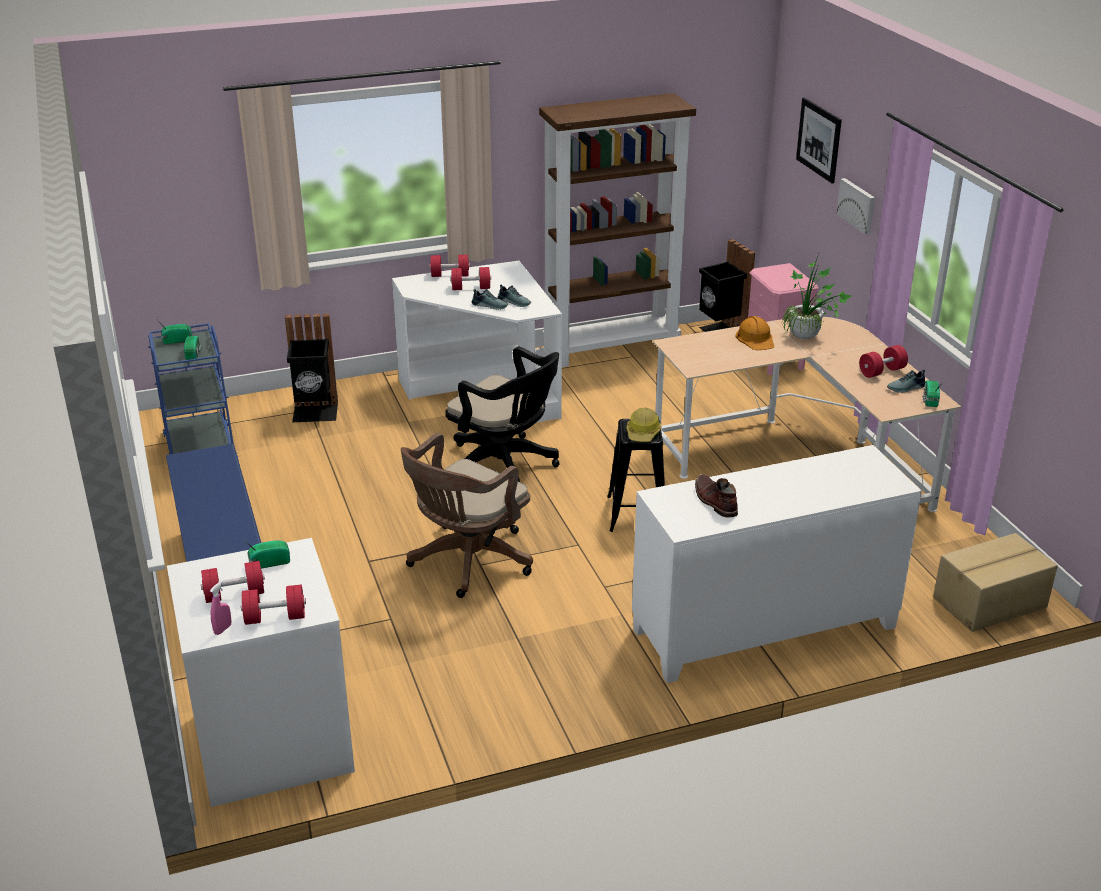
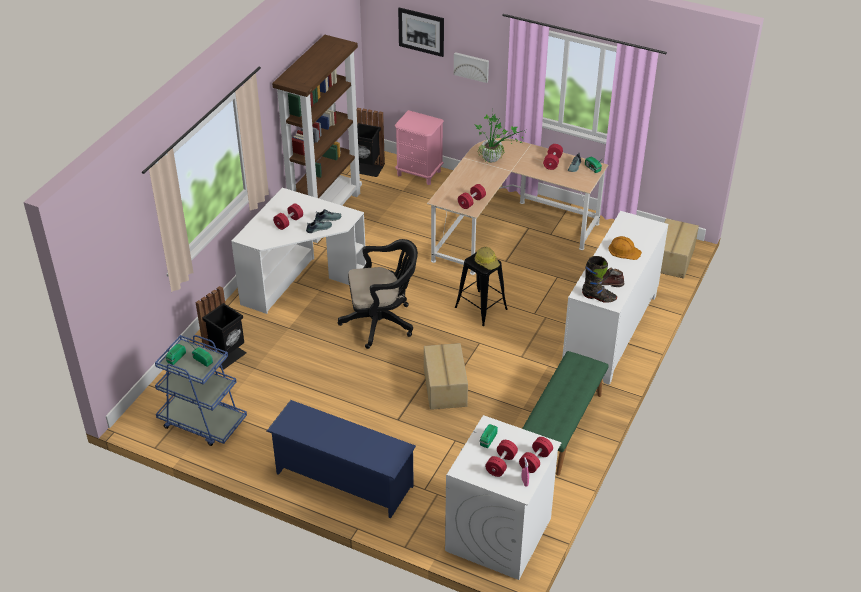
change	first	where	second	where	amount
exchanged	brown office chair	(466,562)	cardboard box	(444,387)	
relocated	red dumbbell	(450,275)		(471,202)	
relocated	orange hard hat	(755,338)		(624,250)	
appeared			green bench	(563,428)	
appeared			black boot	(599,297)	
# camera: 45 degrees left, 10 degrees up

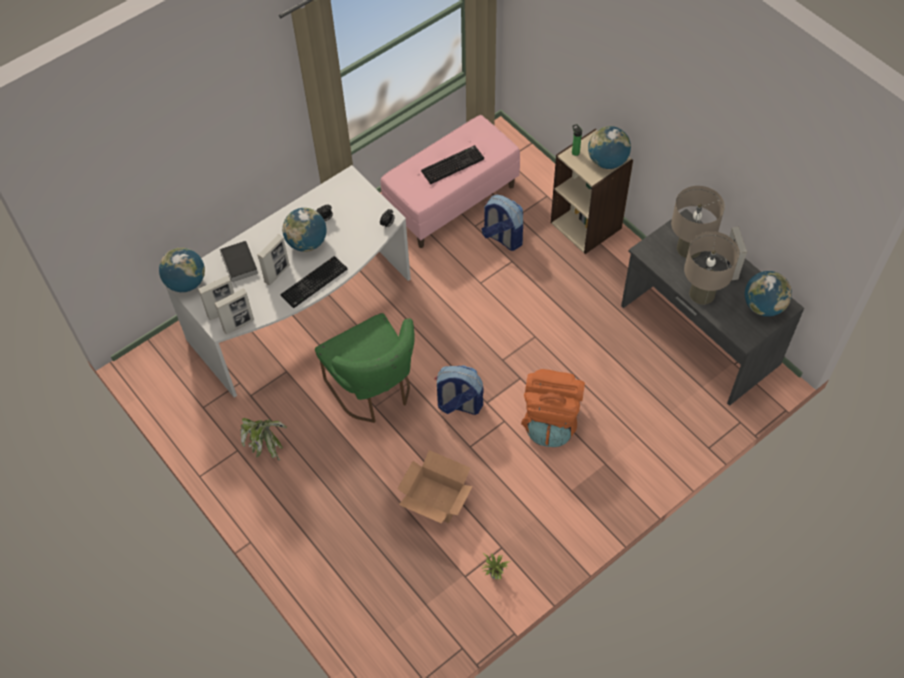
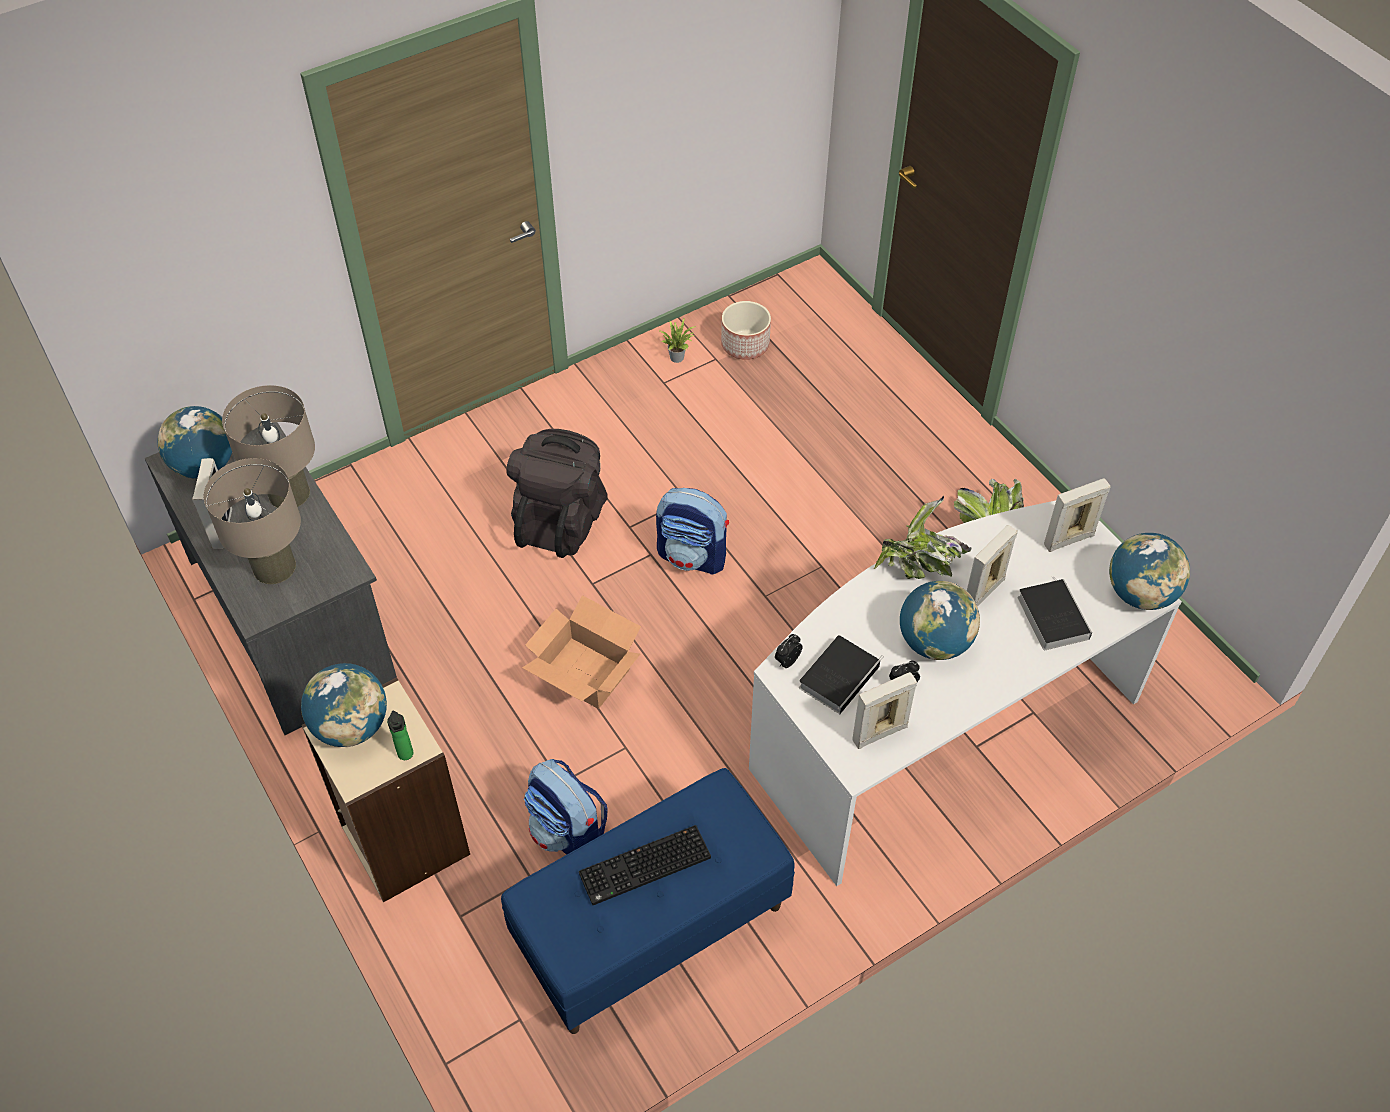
change	first	where	second	where	amount
relocated	picture frame	(238,324)		(879,733)	
exchanged	keyboard	(314,283)	potted plant	(918,569)	
missing	green chair	(374,391)			
colour	pink bench	(451,200)	blue bench	(651,929)	
relocated	cardboard box	(436,500)		(584,672)	
colour	orange backpack	(551,421)	black backpack	(561,520)	
appeared			planter	(745,344)	
appeared			book	(839,675)	
# camera: 175 degrees left, 5 degrees down

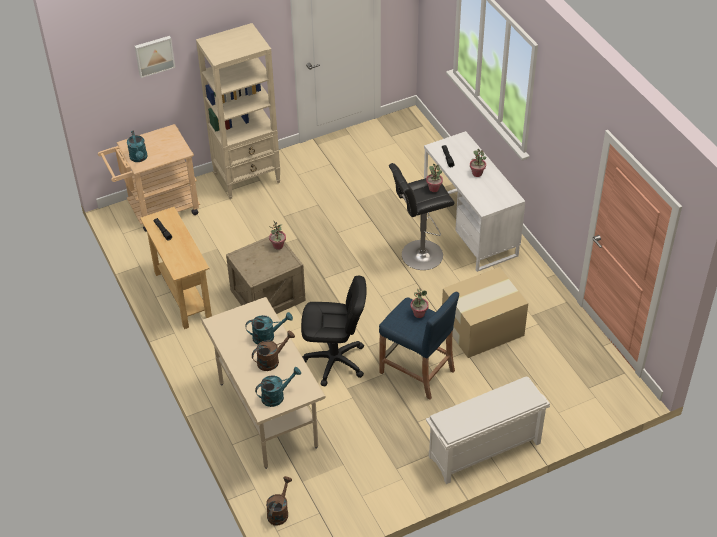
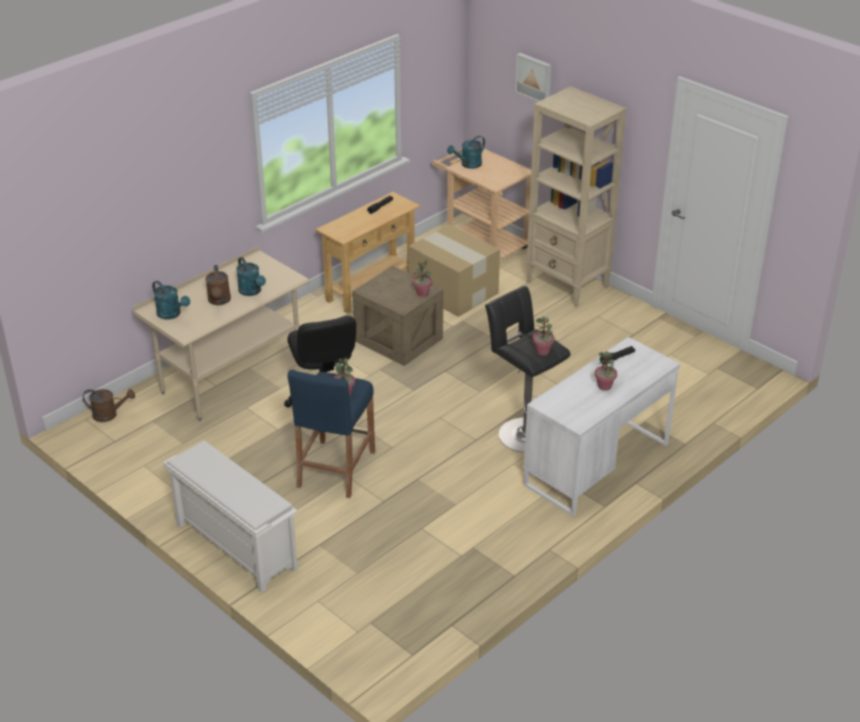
change	first	where	second	where	amount
spun	brown watering can	(272,360)		(219,301)	45 degrees clockwise
relocated	cardboard box	(483,328)		(454,292)	
# camera: 70 degrees right, 10 degrees down

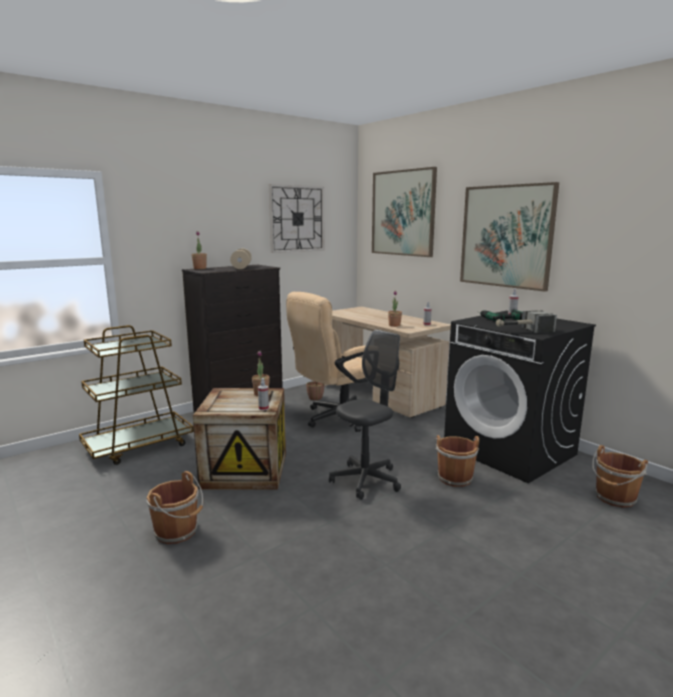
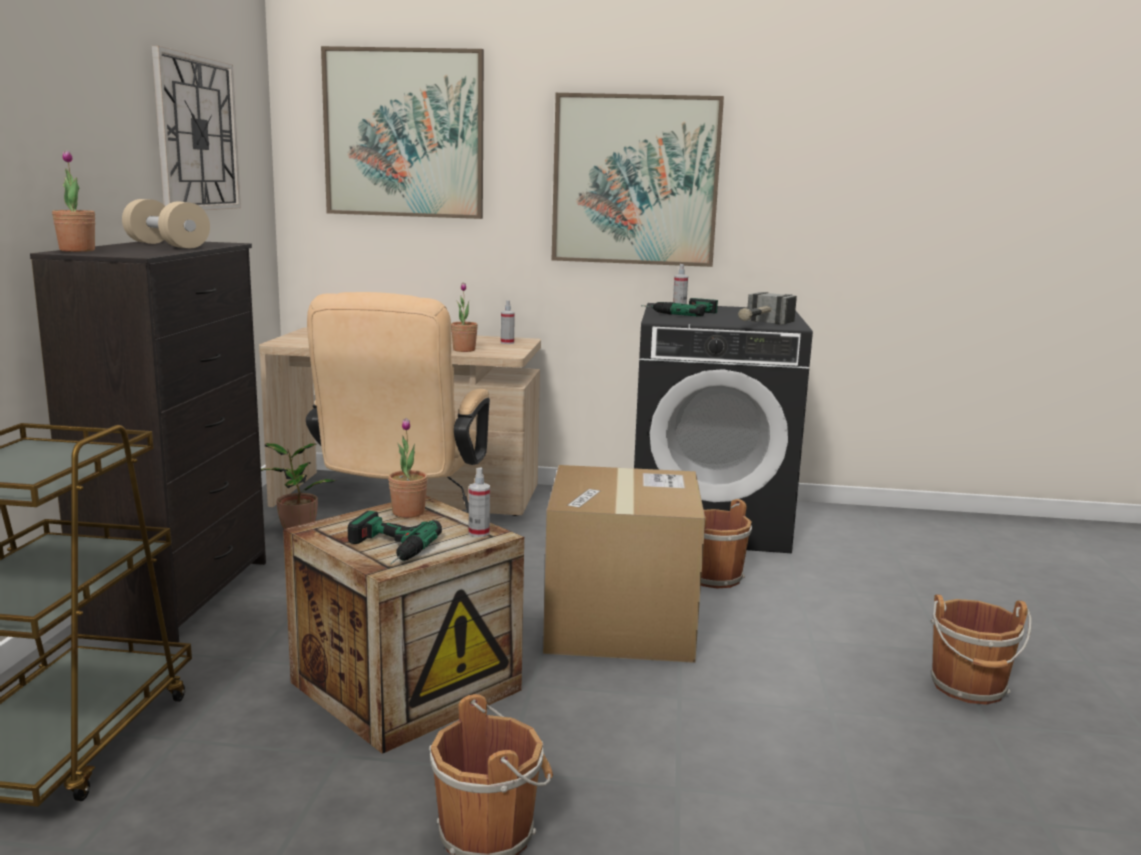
change	first	where	second	where	amount
exchanged	grey office chair	(365,480)	cardboard box	(620,623)	
relocated	brown bucket	(614,498)		(969,688)	
appeared			power drill	(384,550)	
# camera: 45 degrees left, 0 degrees up

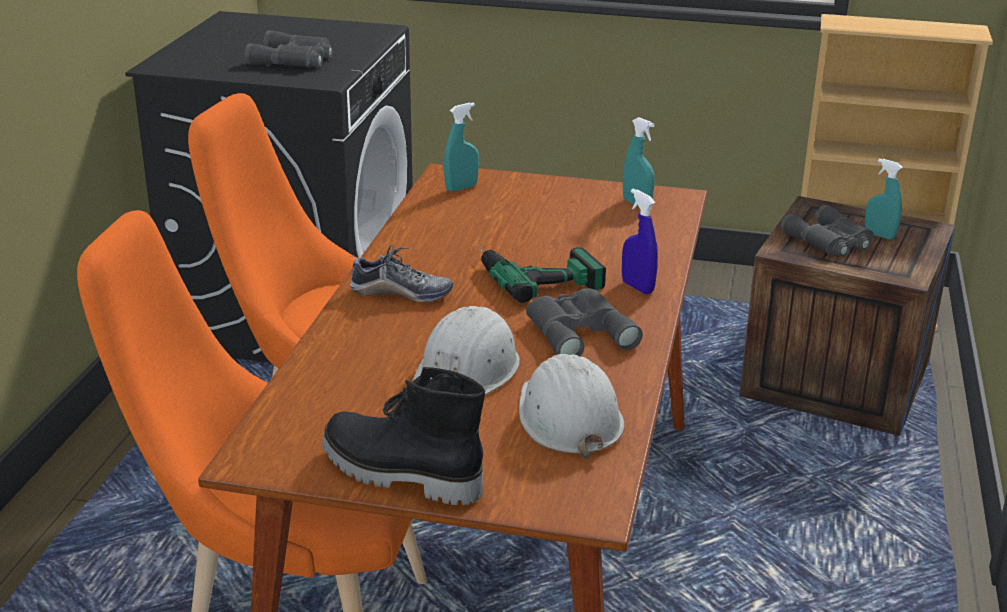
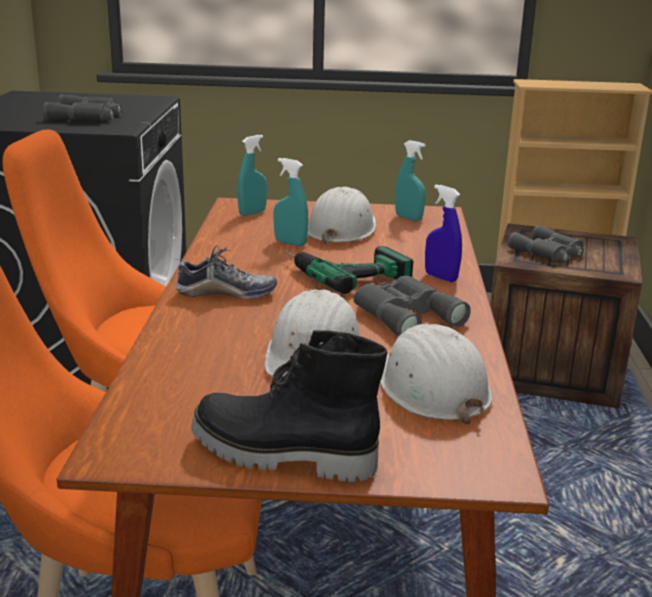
change	first	where	second	where	amount
relocated	turquoise spray bottle	(879,235)		(290,243)	
appeared			white hard hat	(341,229)	
# camera: 10 degrees left, 5 degrees down

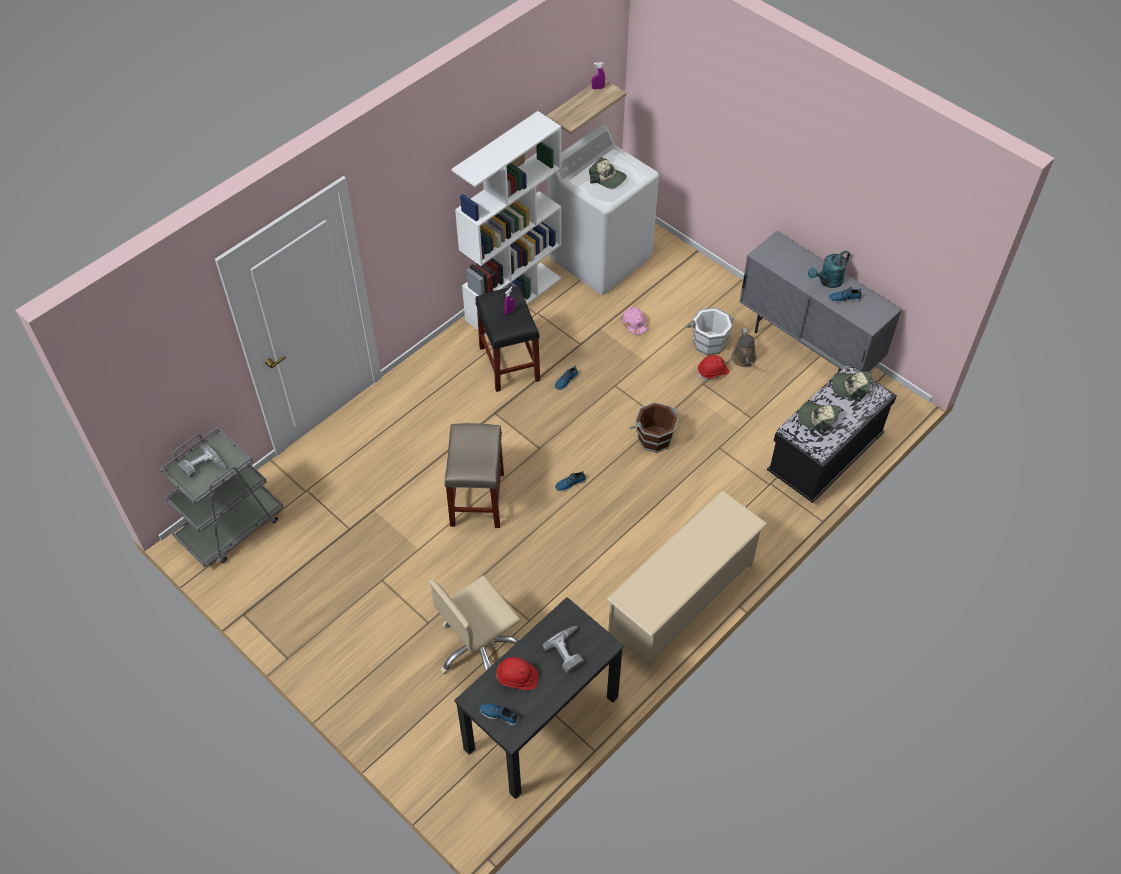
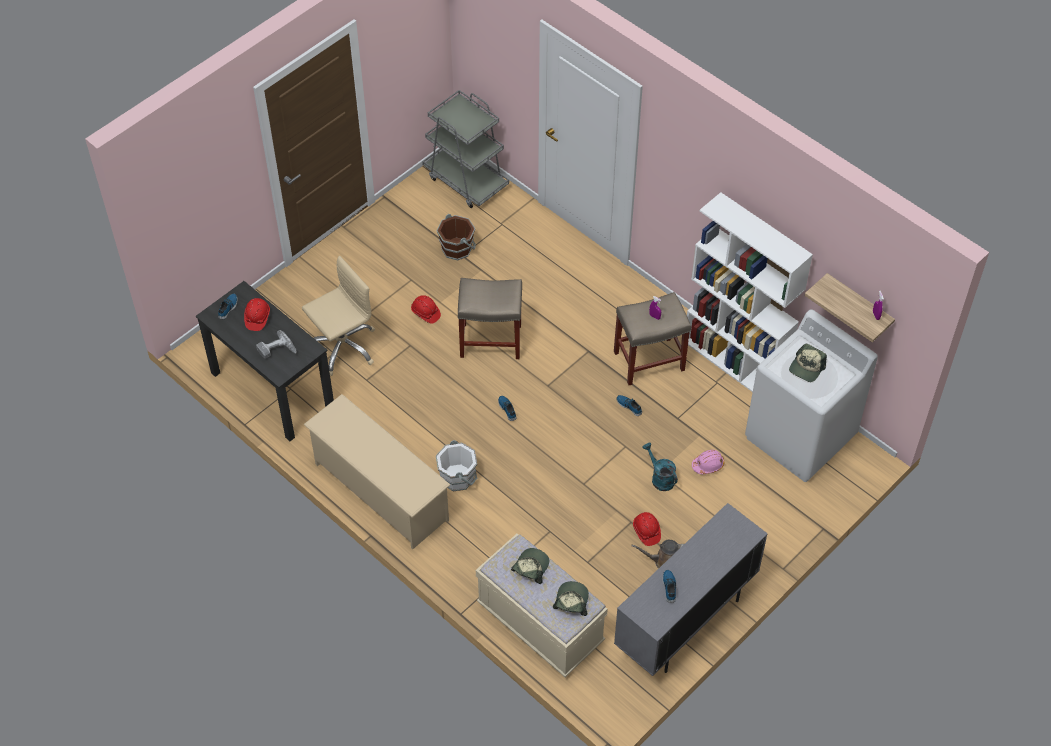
change	first	where	second	where	amount
missing	power drill	(204,467)			
spun	beige office chair	(479,648)		(342,346)	90 degrees clockwise
colour	black stool	(508,363)	beige stool	(650,360)	
relocated	brown bucket	(654,438)		(457,248)	
relocated	white bucket	(709,342)		(458,477)	
colour	black bench	(824,456)	beige bench	(540,624)	
relocated	turquoise watering can	(827,281)		(660,478)	
appeared			red hard hat	(425,313)	
# camera: 90 degrees right, 0 degrees up

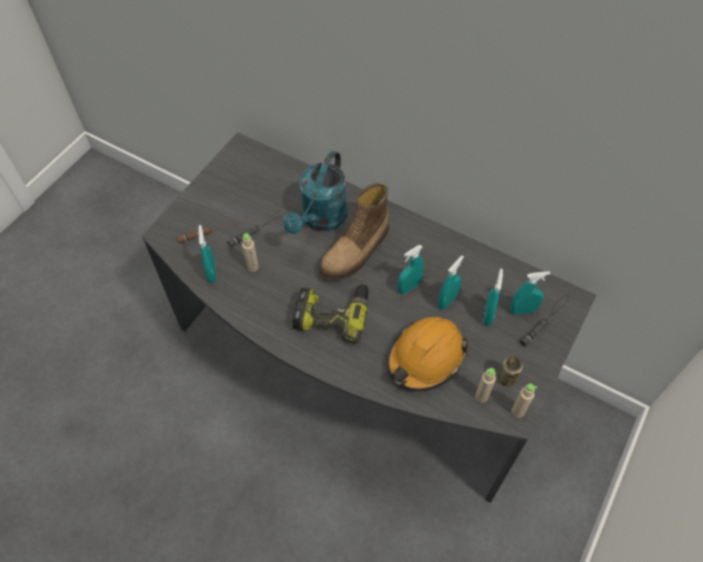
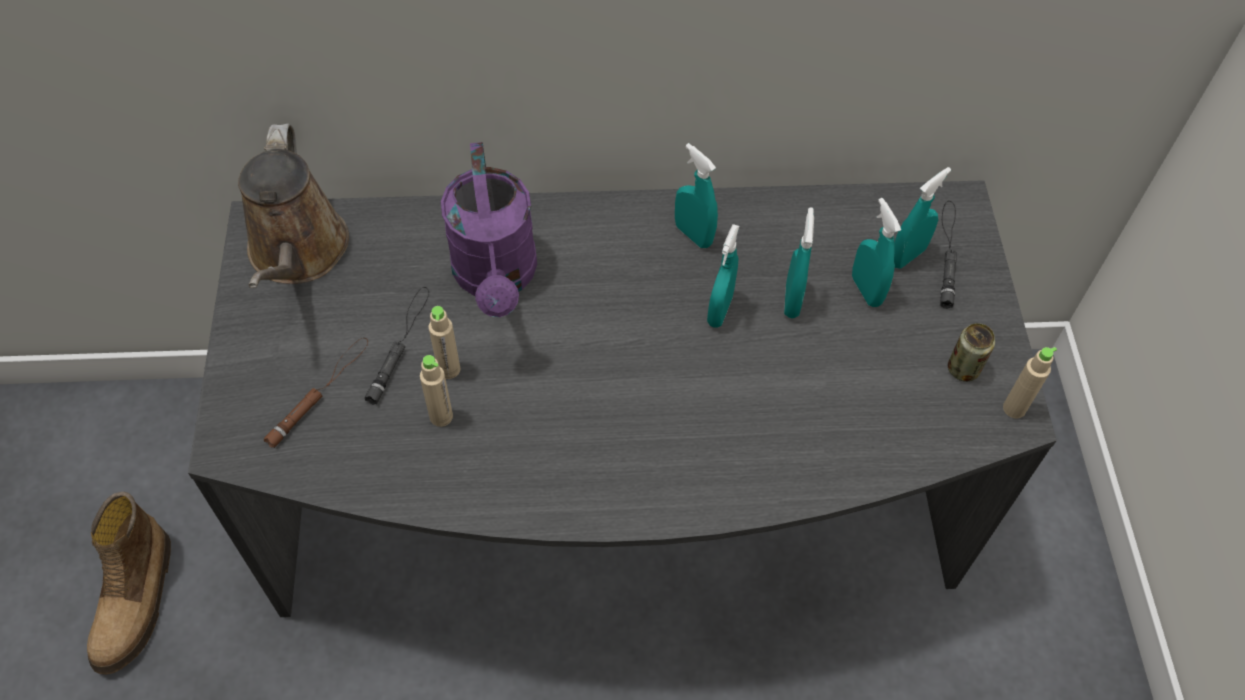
change	first	where	second	where	amount
relocated	turquoise spray bottle	(212,273)		(693,235)	
colour	turquoise watering can	(320,220)	purple watering can	(496,278)	
missing	power drill	(333,314)			
relocated	boot	(356,251)		(137,601)	
missing	orange hard hat	(425,358)			
relocated	beige bottle	(481,396)		(449,369)	
appeared			brown watering can	(297,253)	
# camera: 35 degrees left, 0 degrees up

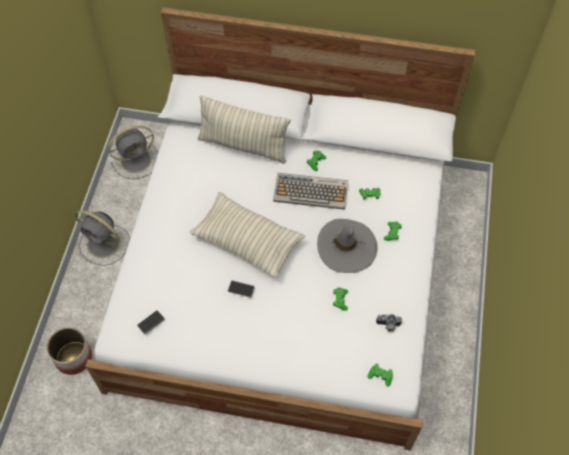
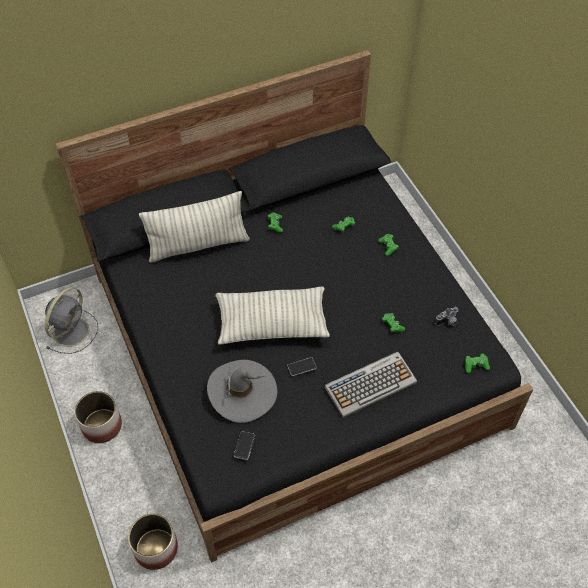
change	first	where	second	where	amount
exchanged	grey fan	(105,244)	planter	(102,425)	
colour	white bed	(285,271)	black bed	(294,347)	
relocated	keyboard	(311,191)		(371,384)	
relocated	grey hat	(346,247)		(242,392)	
# camera: 35 degrees left, 5 degrees down

